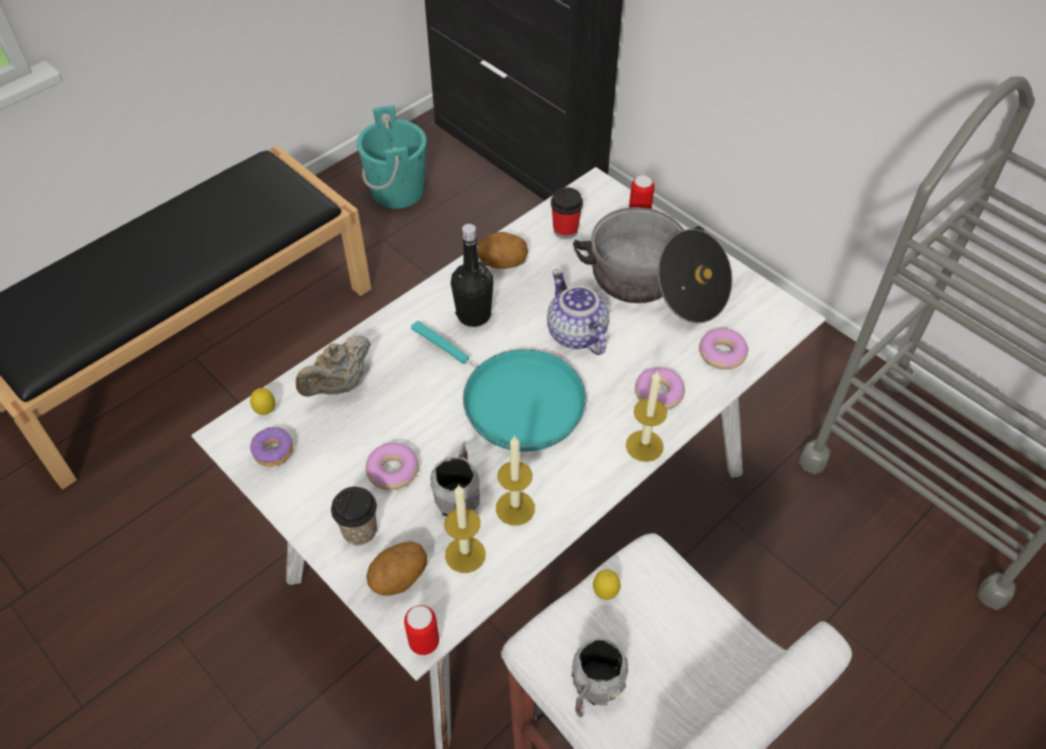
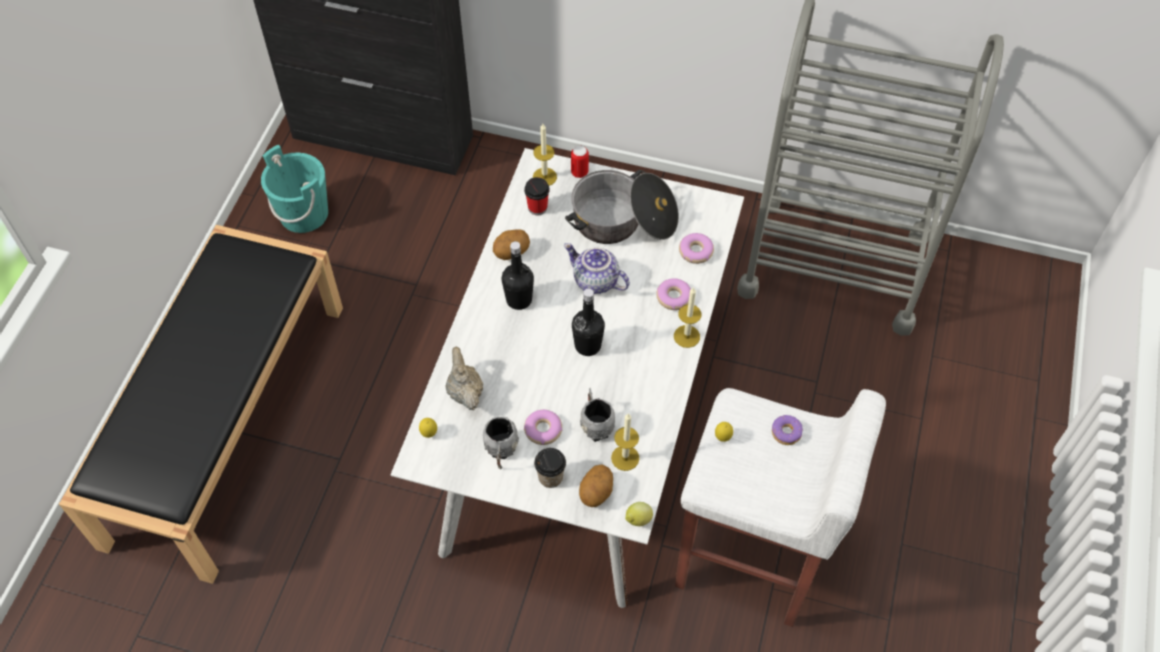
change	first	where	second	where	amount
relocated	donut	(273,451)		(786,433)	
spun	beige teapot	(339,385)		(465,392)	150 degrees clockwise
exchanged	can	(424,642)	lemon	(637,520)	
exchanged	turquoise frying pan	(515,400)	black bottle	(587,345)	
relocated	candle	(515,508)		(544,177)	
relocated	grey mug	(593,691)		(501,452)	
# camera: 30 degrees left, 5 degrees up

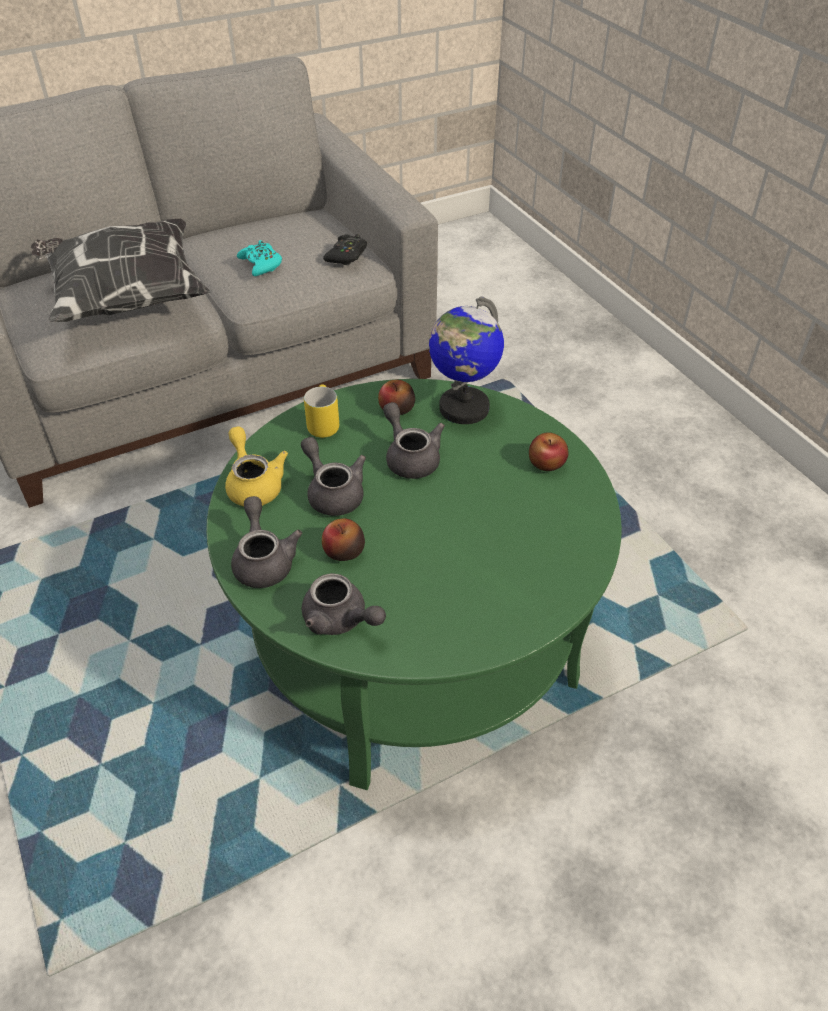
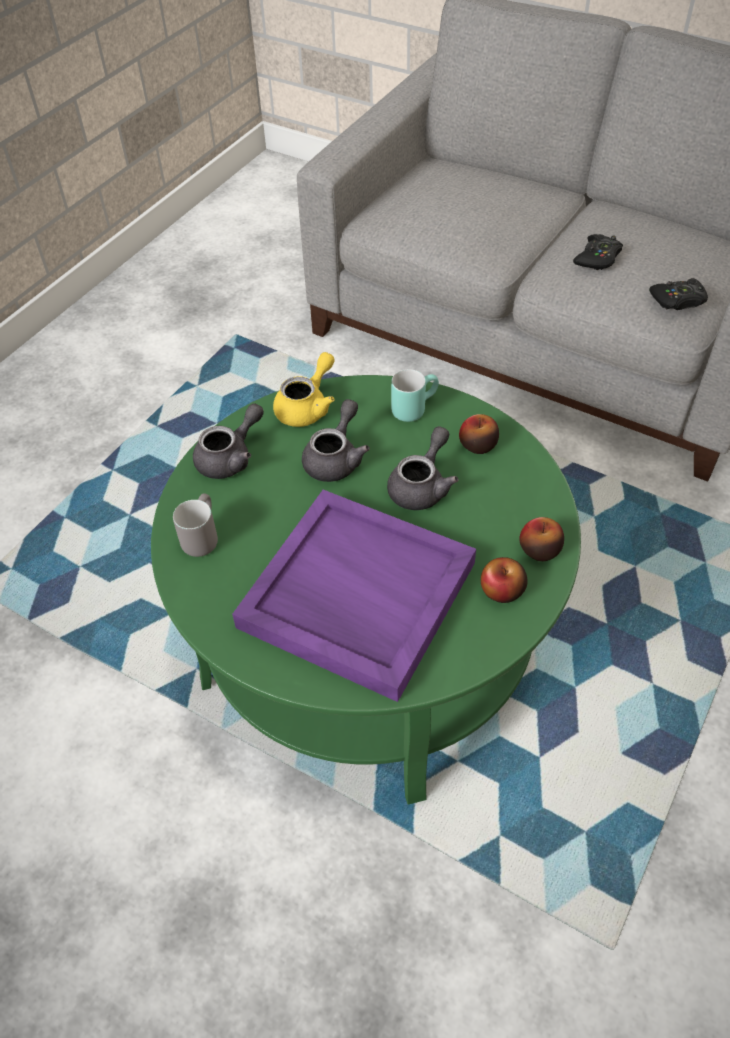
change	first	where	second	where	amount
missing	pillow	(126,299)			
colour	turquoise game controller	(261,264)	black game controller	(597,258)	
exchanged	grey teapot	(340,620)	grey mug	(200,536)	
colour	yellow mug	(321,423)	turquoise mug	(413,407)	
relocated	apple	(344,551)		(539,549)	
missing	globe	(463,408)			
appeared			purple tray	(355,595)	
# camera: 60 degrees right, 5 degrees up

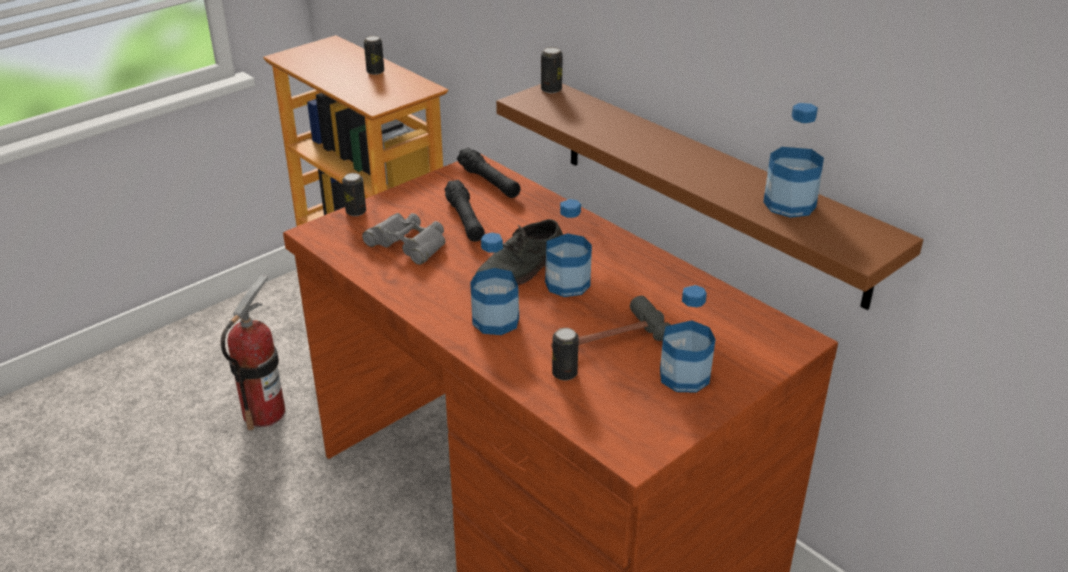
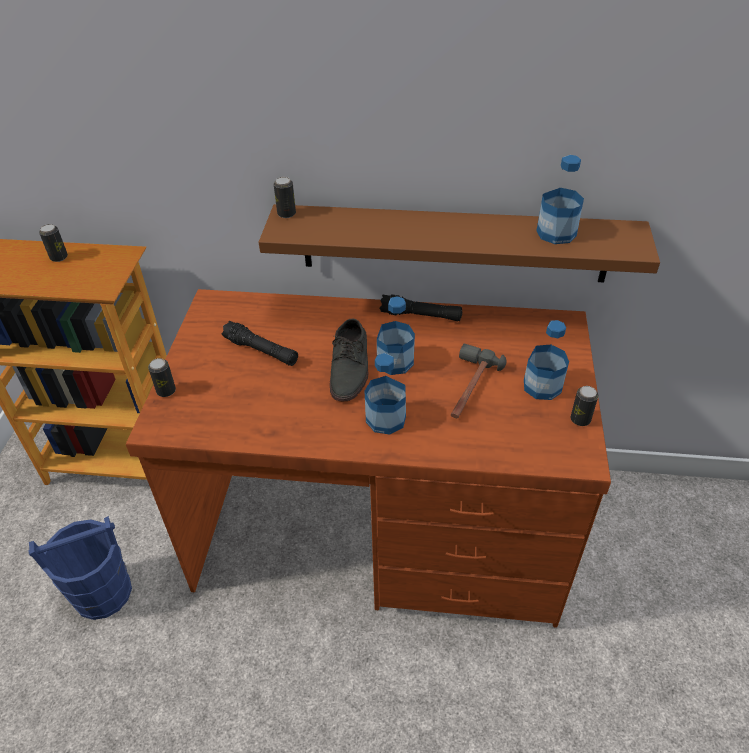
change	first	where	second	where	amount
exchanged	fire extinguisher	(264,413)	blue bucket	(102,593)	
missing	grey binoculars	(408,244)			
relocated	black flashlight	(489,182)		(421,315)	
relocated	can	(564,373)		(580,419)	
# camera: 40 degrees left, 10 degrees up

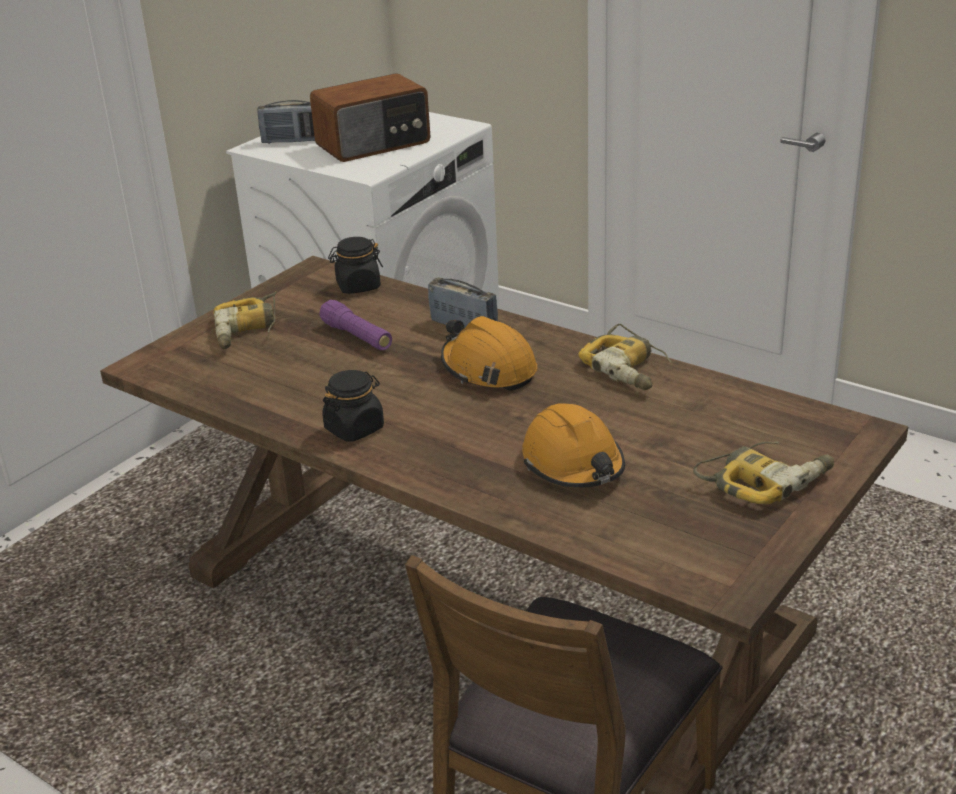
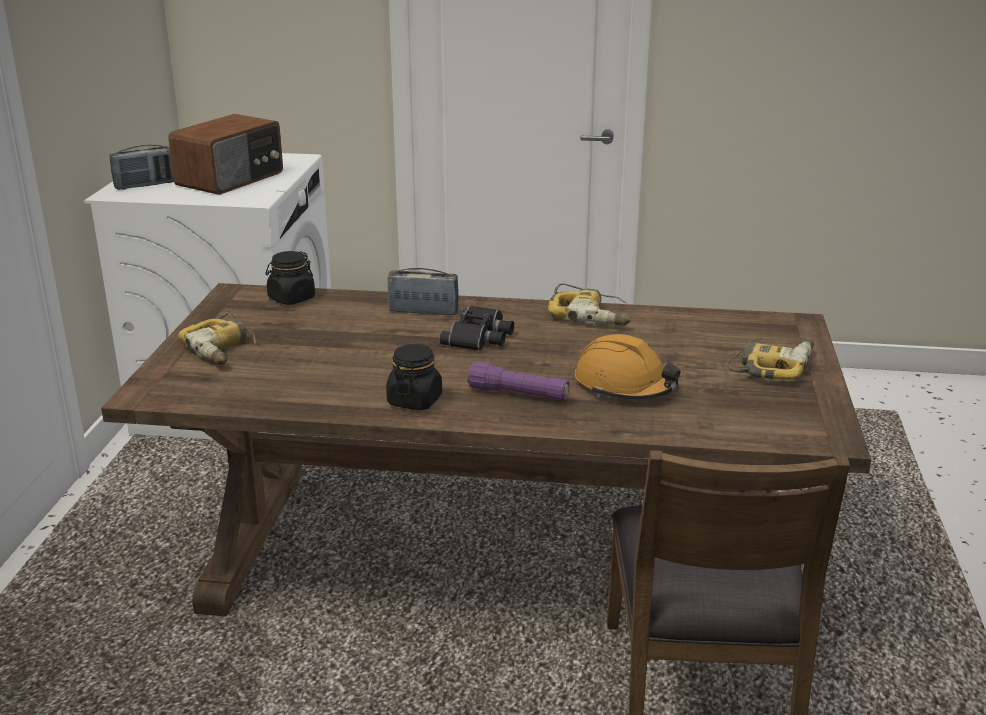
change	first	where	second	where	amount
relocated	purple flashlight	(357,337)		(518,394)	
exchanged	orange hard hat	(488,369)	black binoculars	(480,336)	
# camera: 30 degrees left, 5 degrees down

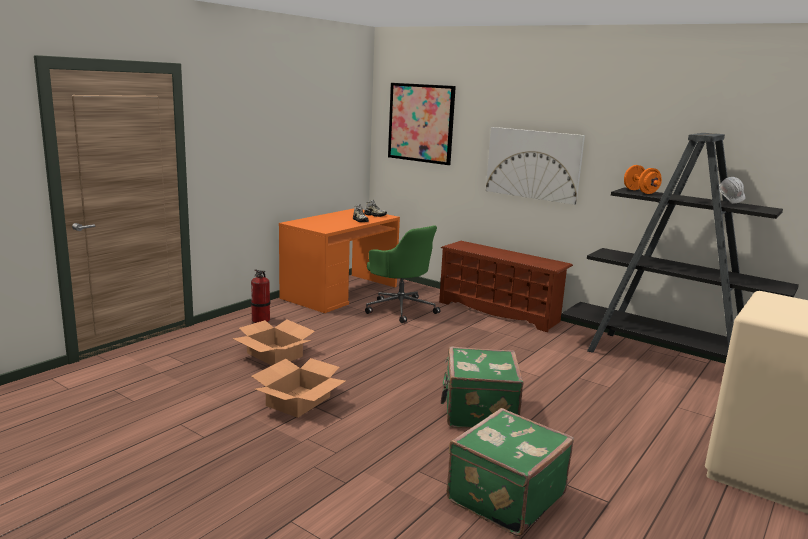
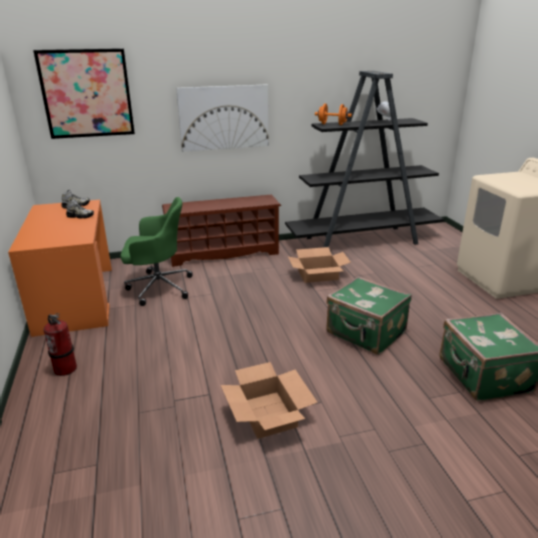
change	first	where	second	where	amount
relocated	cardboard box	(274,355)		(318,275)	
# camera: 50 degrees left, 10 degrees up

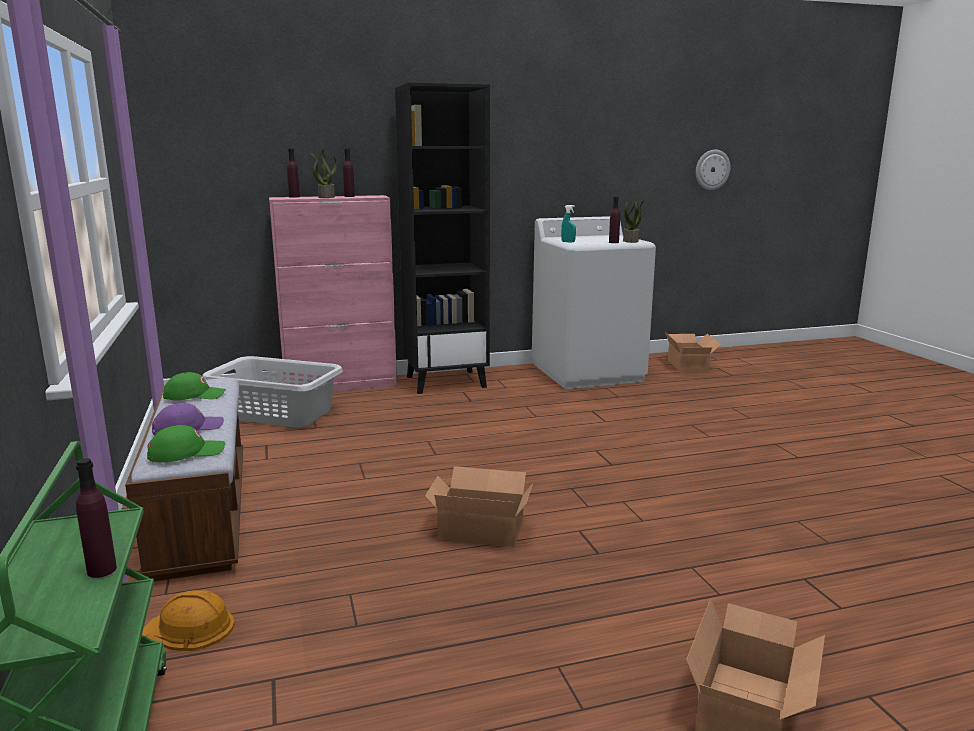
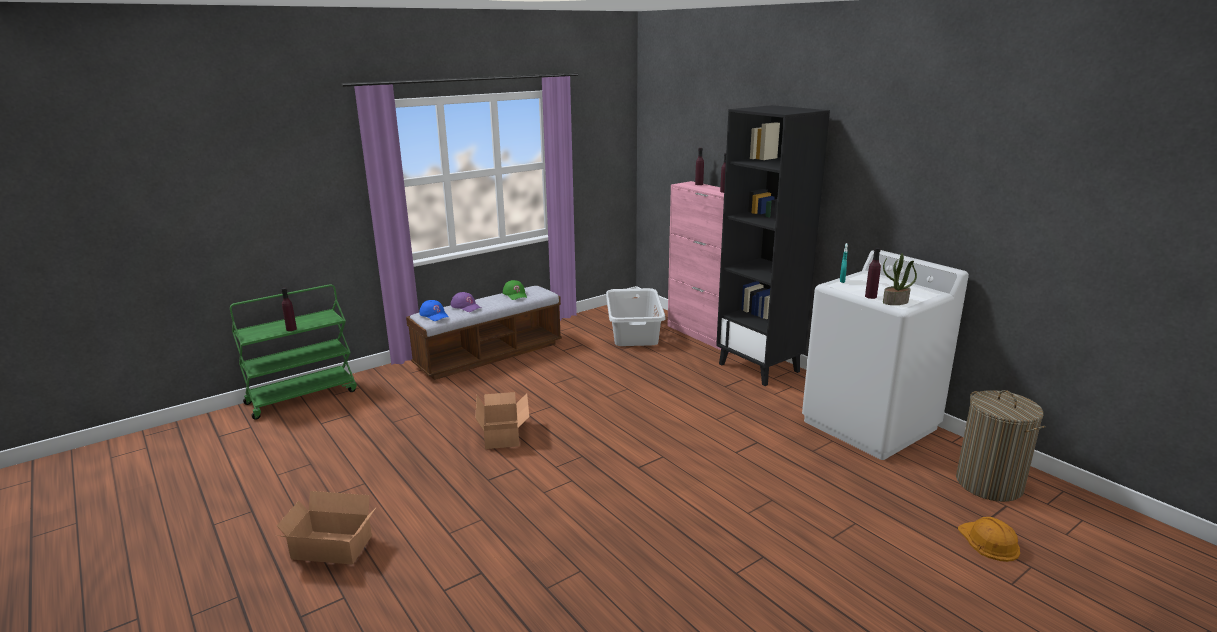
change	first	where	second	where	amount
relocated	orange hard hat	(189,629)		(989,542)	
colour	green cap	(186,452)	blue cap	(434,315)	
missing	potted plant	(326,197)			
exchanged	cardboard box	(689,365)	laundry basket	(989,484)	
missing	wall clock	(712,169)			
# camera: 70 degrees right, 5 degrees up

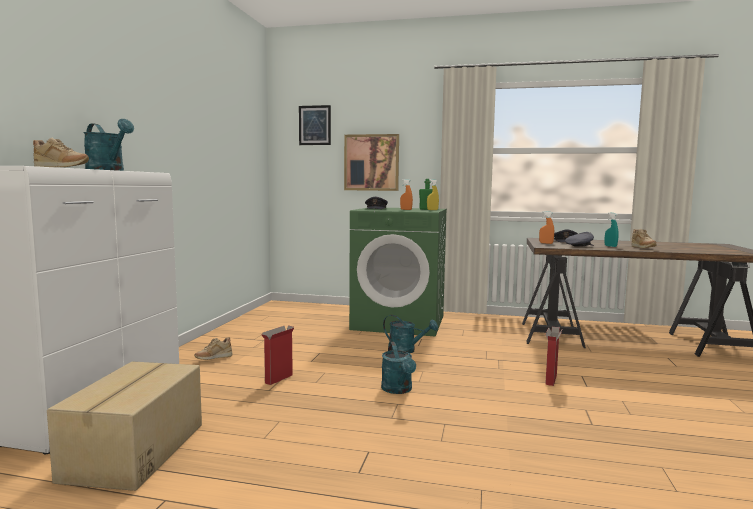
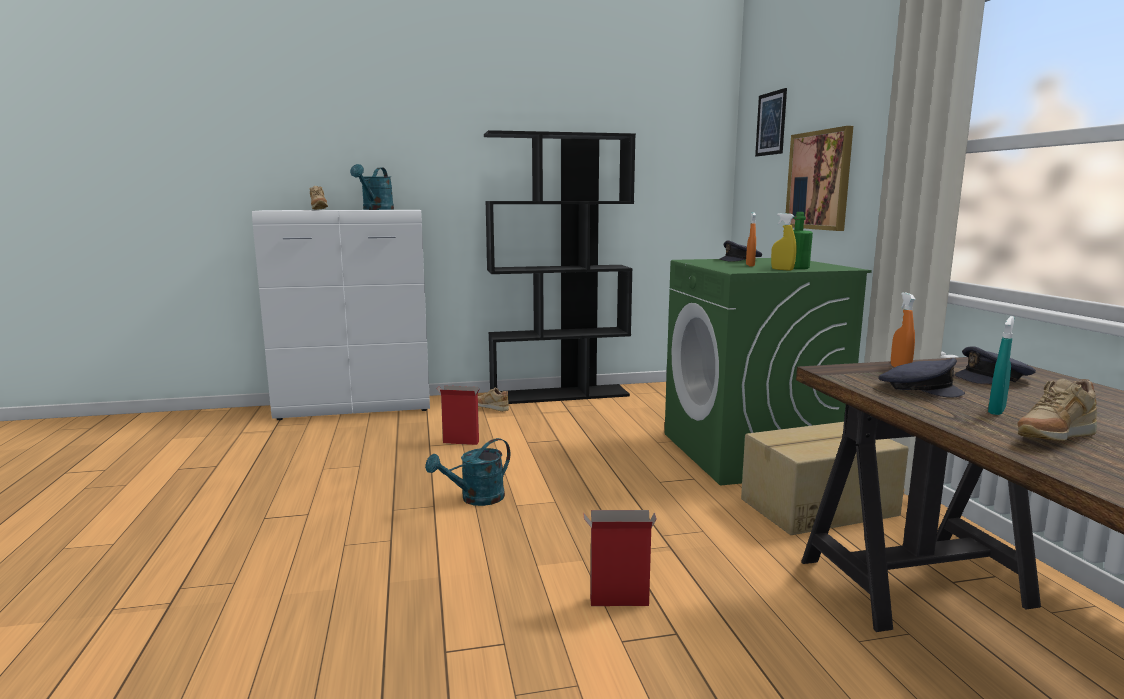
change	first	where	second	where	amount
relocated	cardboard box	(133,451)		(817,506)	
missing	turquoise watering can	(406,351)			
appeared			black bookcase	(560,395)	
# camera: 65 degrees right, 5 degrees up

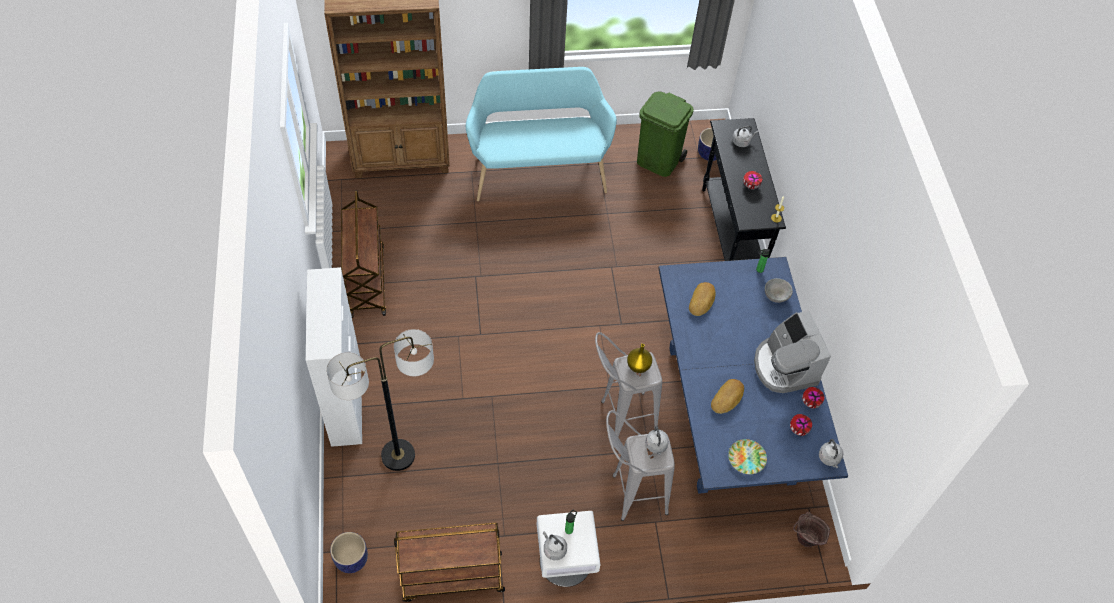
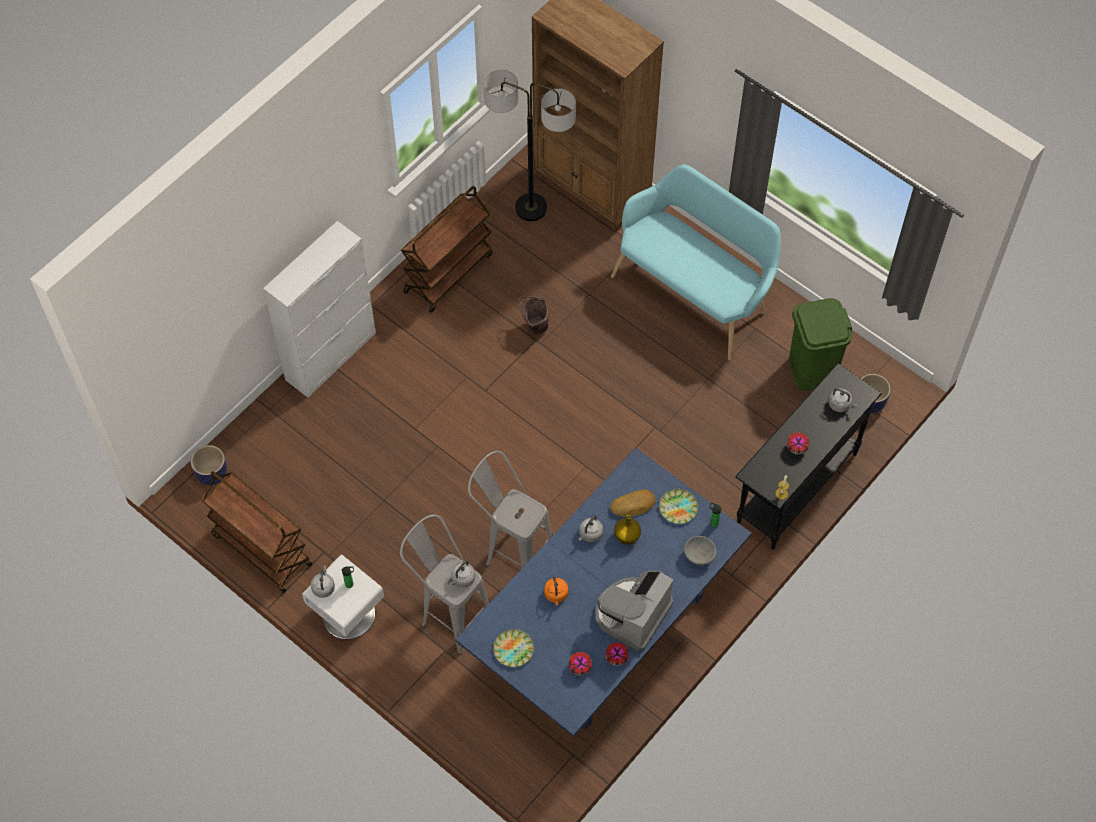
change	first	where	second	where	amount
relocated	floor lamp	(398,455)		(531,208)	
relocated	yellow vase	(638,366)		(627,536)	
exchanged	bread	(727,398)	orange kettle	(556,595)	
relocated	brown bucket	(804,541)		(534,326)	
relocated	grey kettle	(829,458)		(590,534)	
appeared			plate	(678,507)	
# camera: 50 degrees right, 5 degrees up

